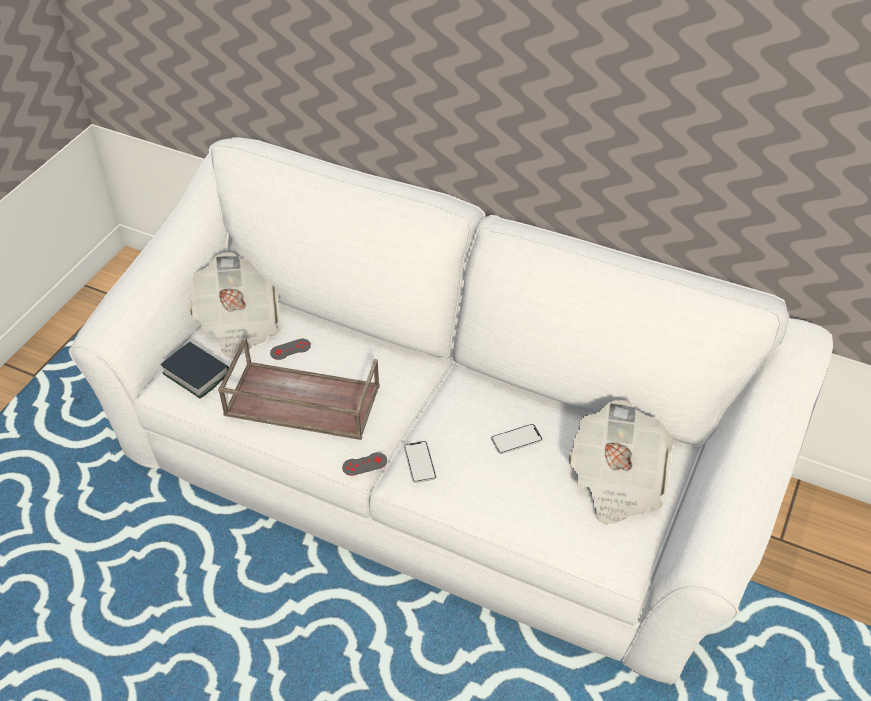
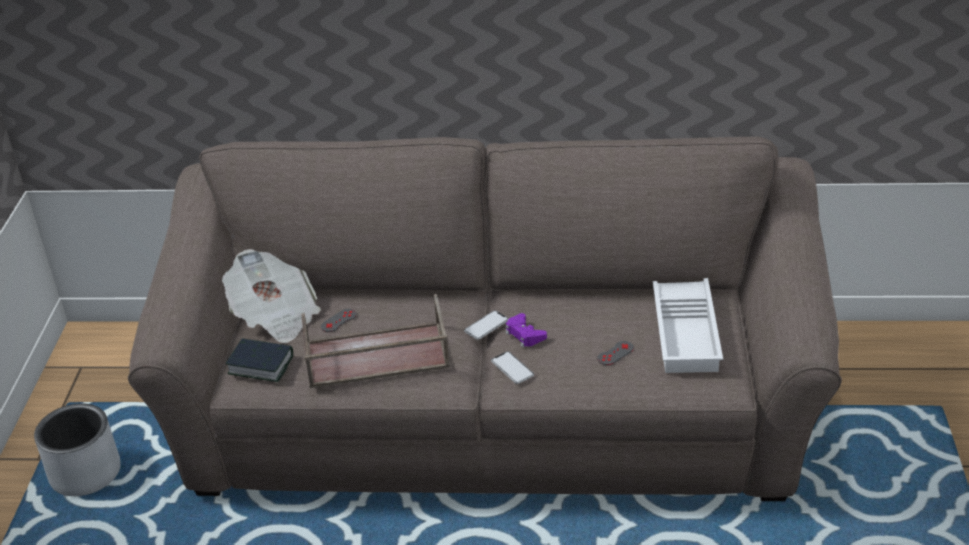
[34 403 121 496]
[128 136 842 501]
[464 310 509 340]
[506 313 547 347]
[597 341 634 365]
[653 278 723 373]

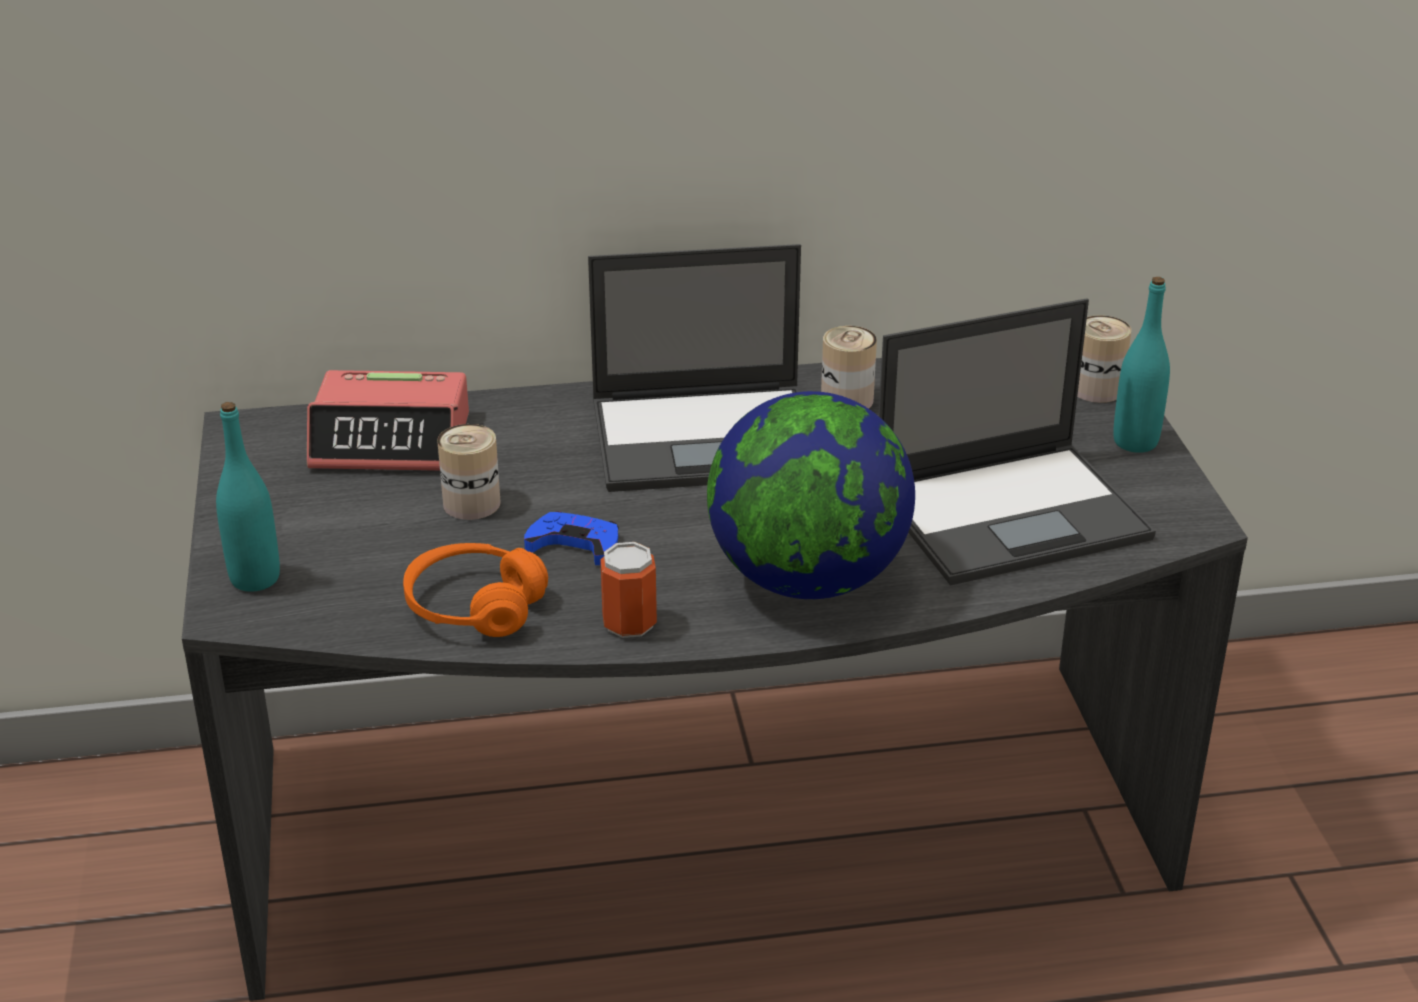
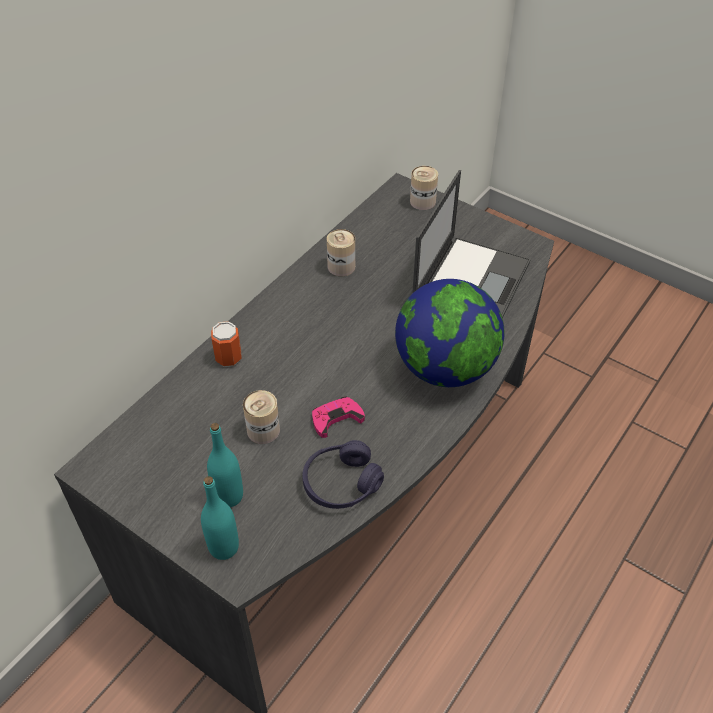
[207 423 243 507]
[211 321 242 367]
[302 440 384 509]
[312 396 365 438]
[307 370 469 471] (first image)
[588 244 801 492] (first image)

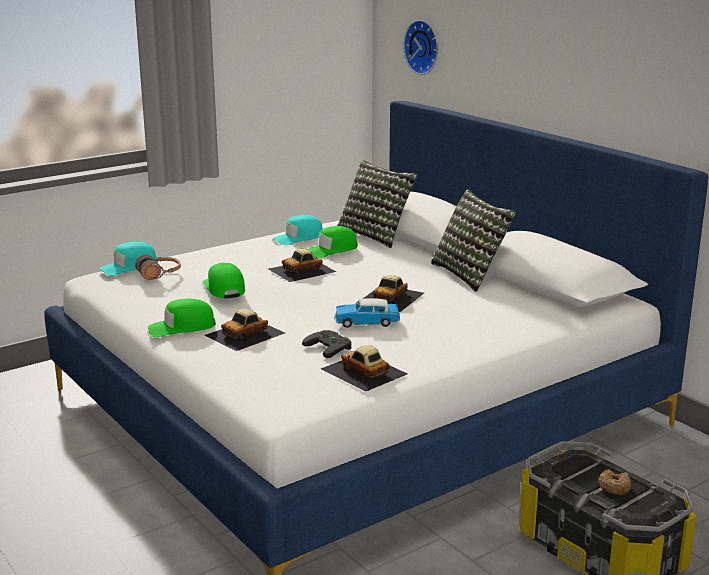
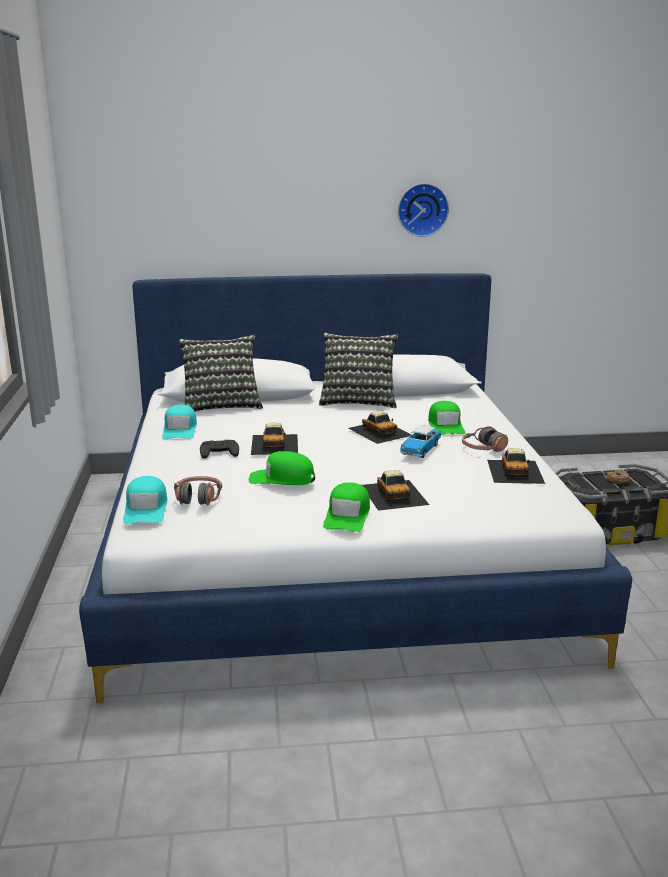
[200 440 239 459]
[398 183 449 237]
[428 401 466 435]
[462 426 508 452]
[487 448 545 484]

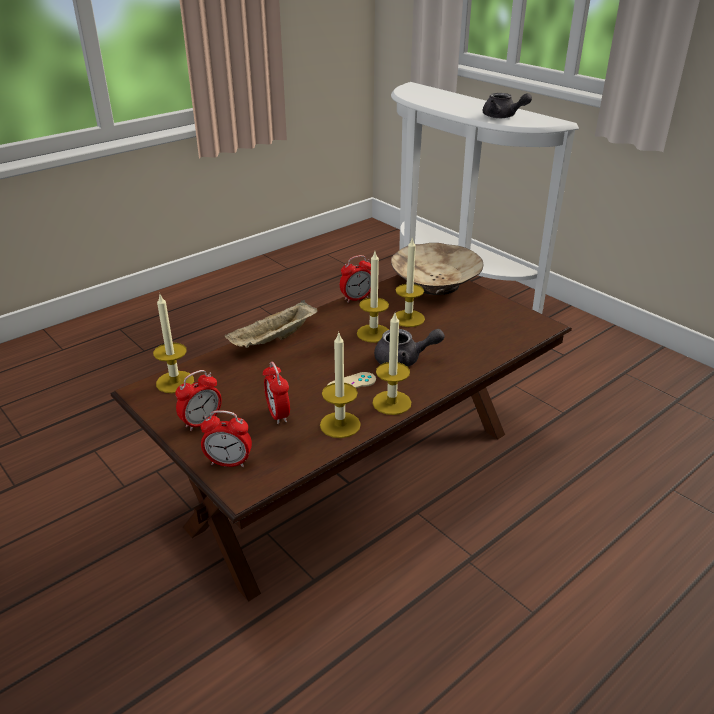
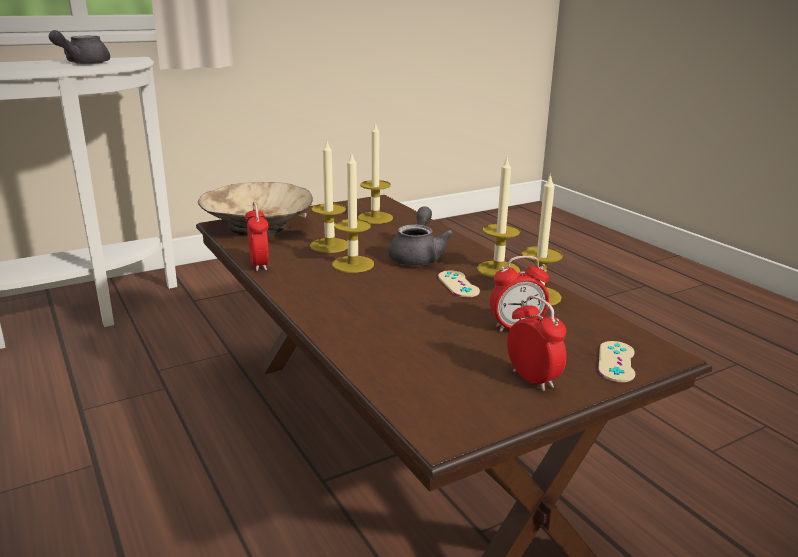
[49 30 110 64]
[358 122 393 224]
[598 341 635 382]
[225 300 317 348] (first image)

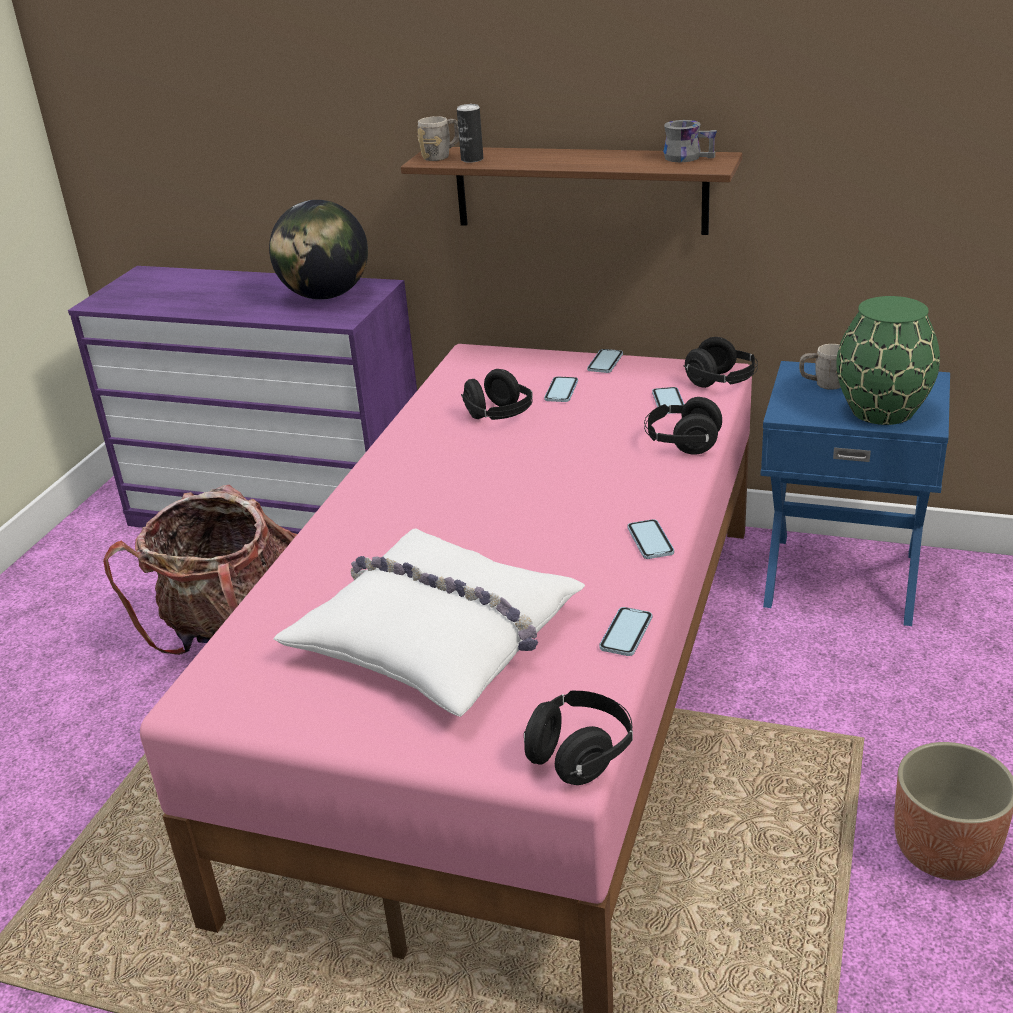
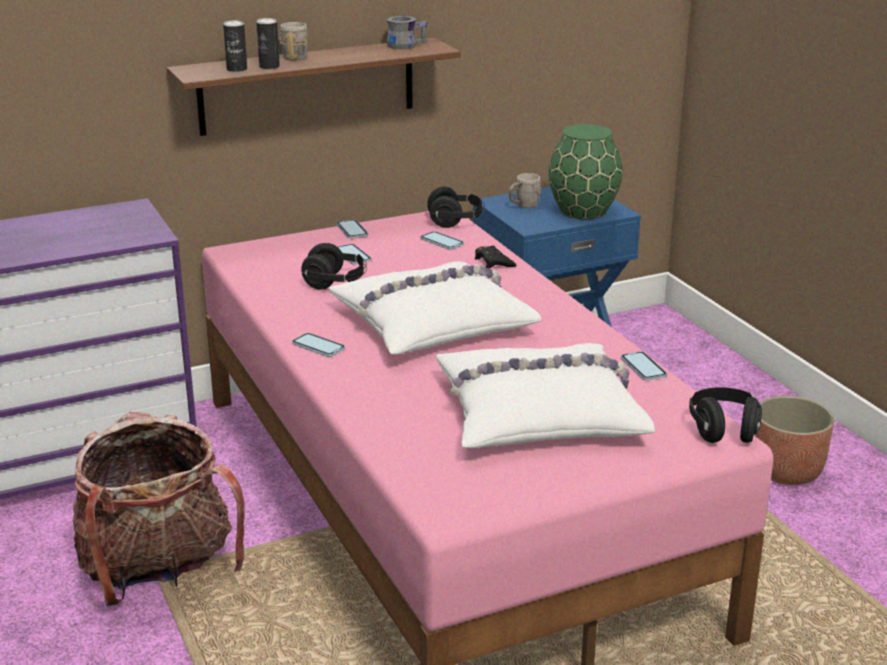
[256 18 280 69]
[279 22 308 61]
[292 333 345 357]
[328 261 542 355]
[475 245 517 268]
[269 200 368 300] (first image)

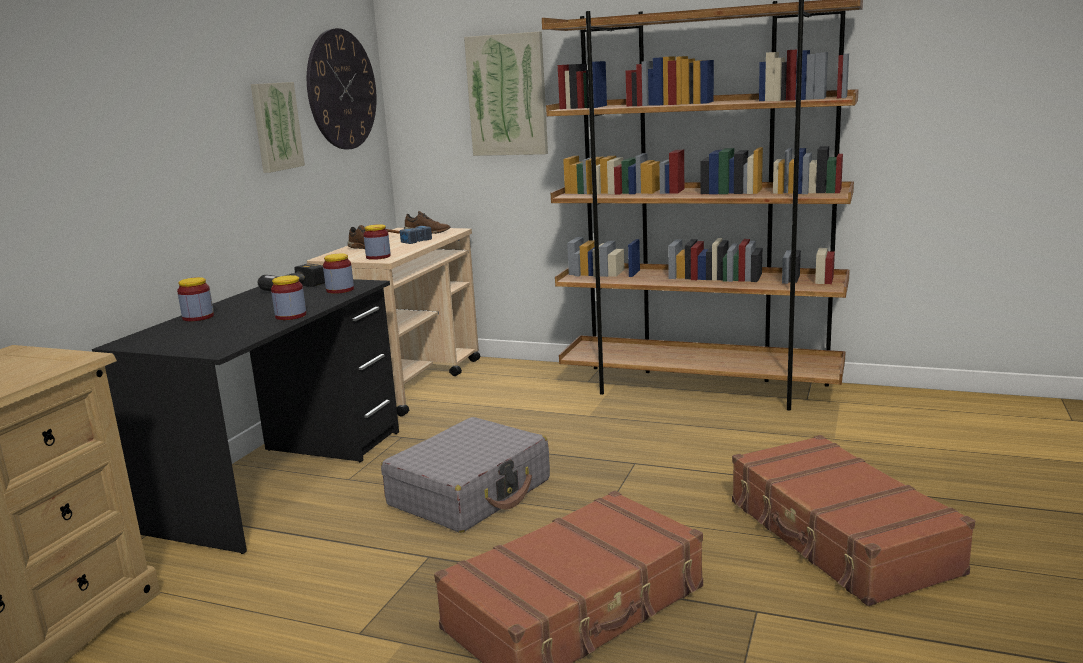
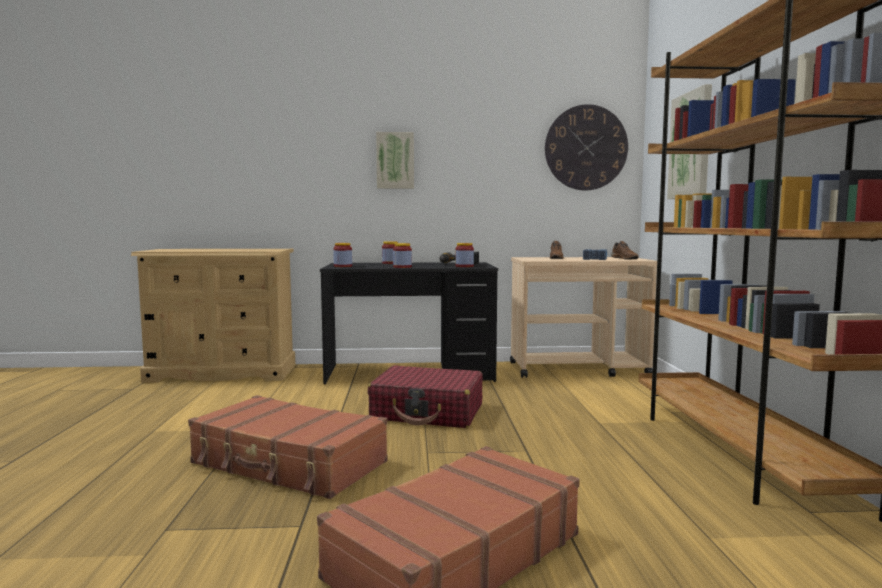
[333 243 352 267]
[368 365 483 428]
[376 132 414 189]

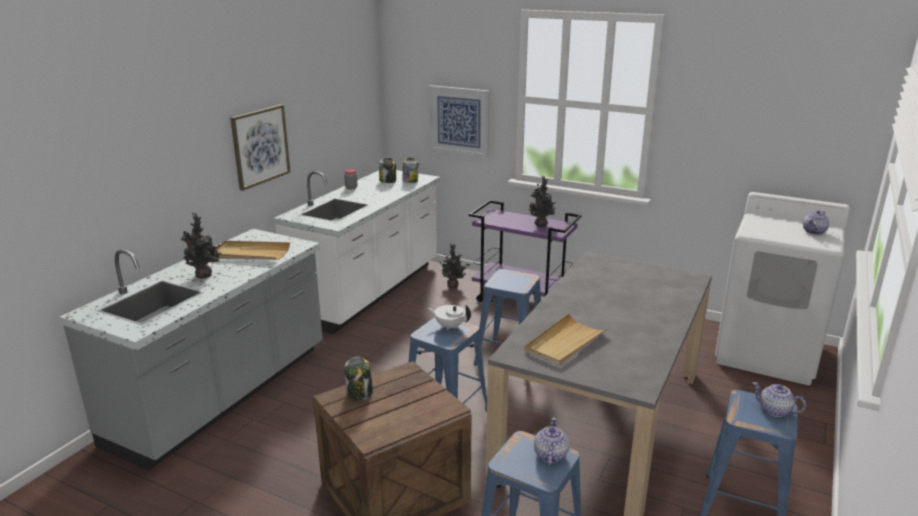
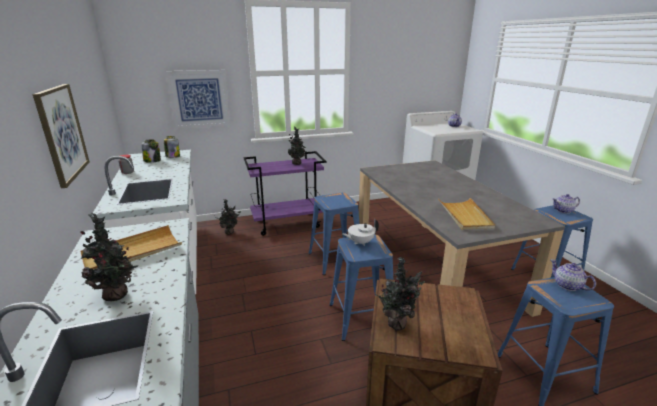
[375 257 425 331]

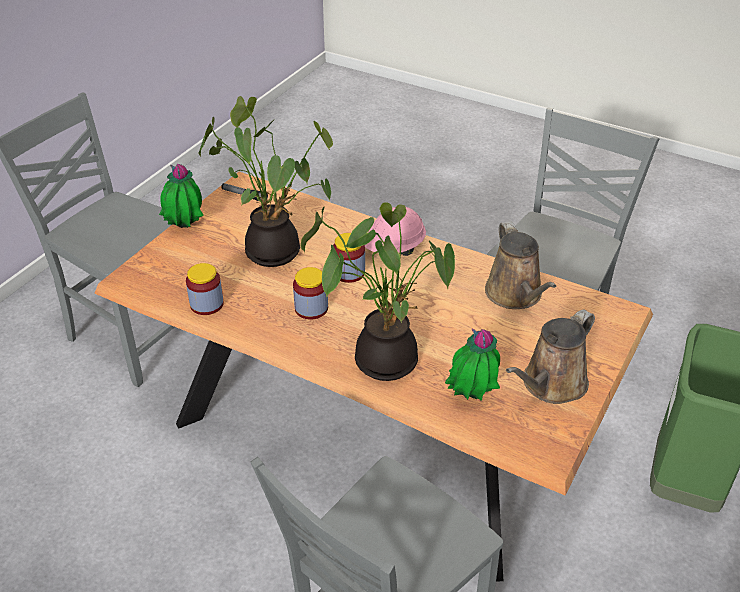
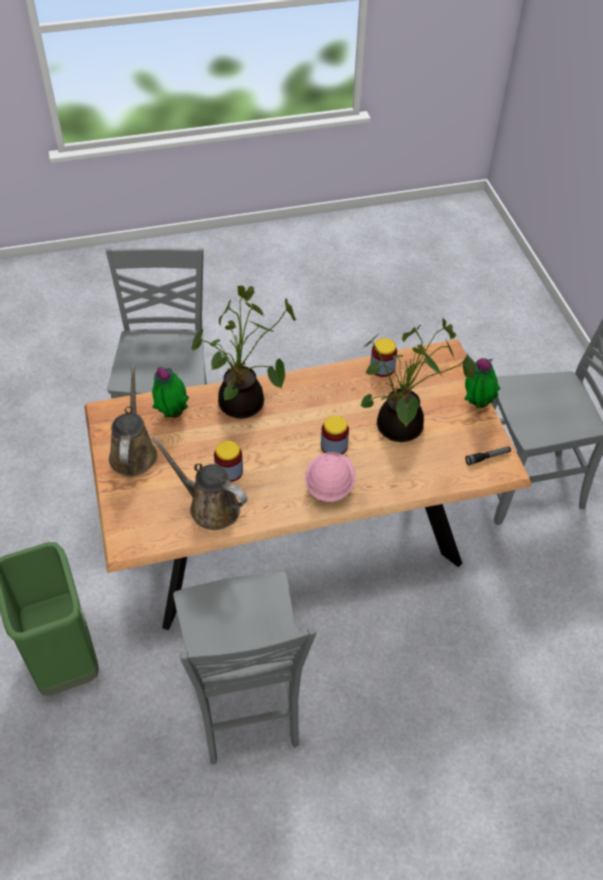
[214 441 243 482]

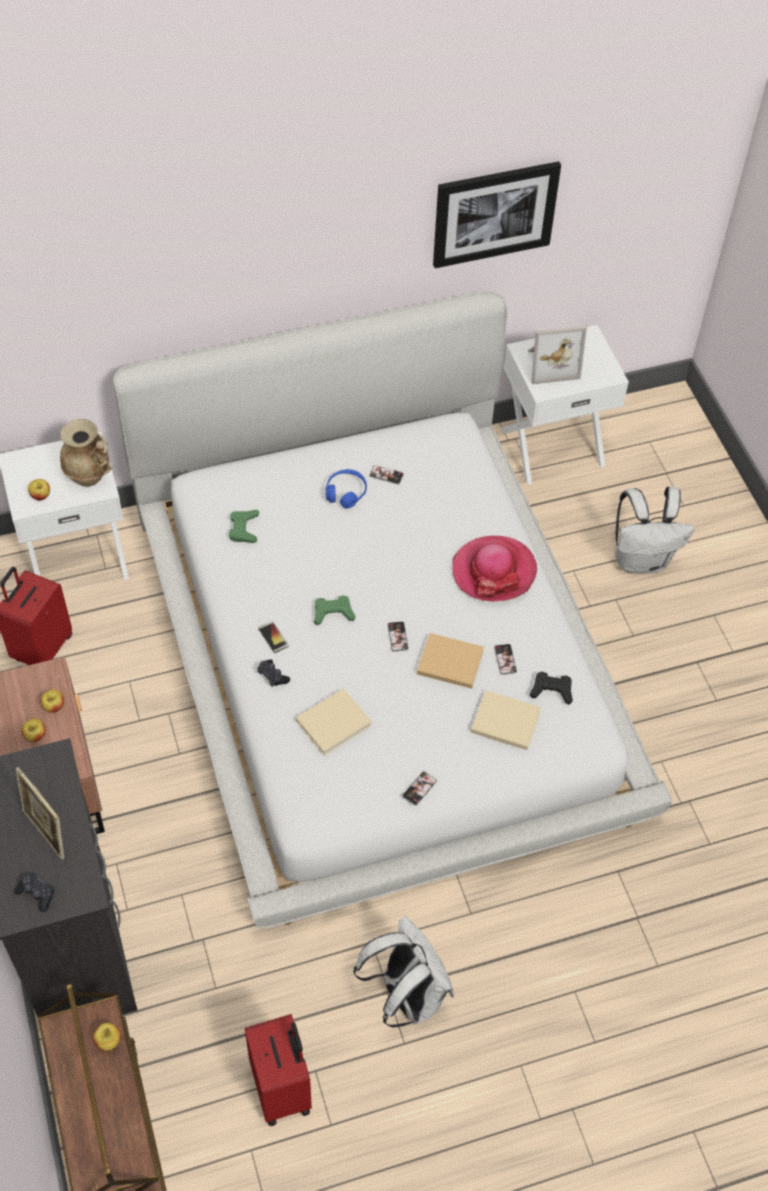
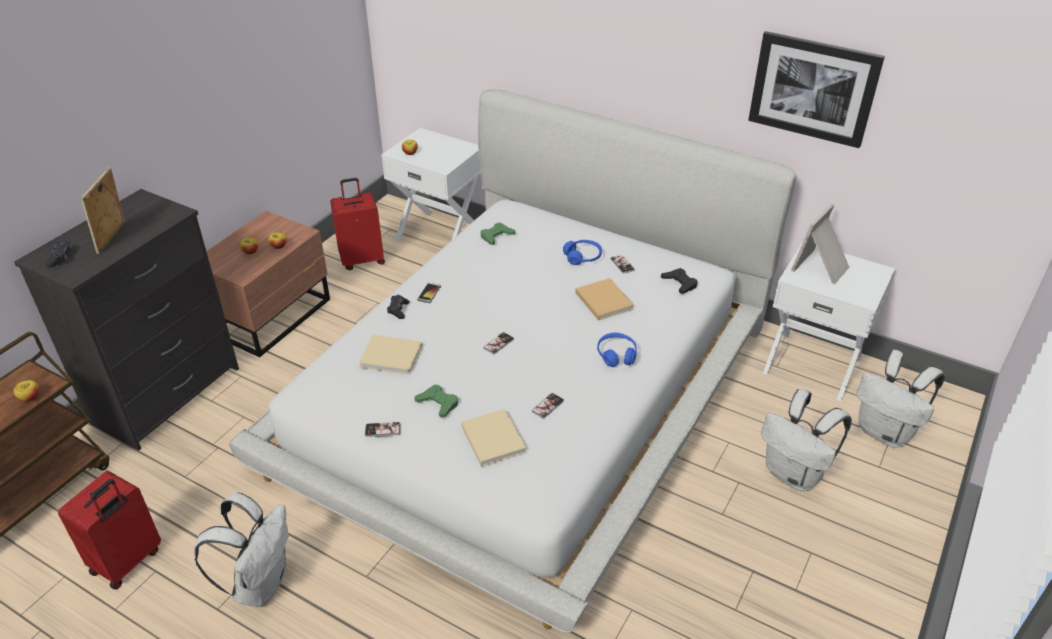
[415 384 458 418]
[575 278 634 320]
[597 333 637 367]
[661 268 698 294]
[791 203 849 284]
[857 350 945 448]
[60 419 113 486] (first image)

